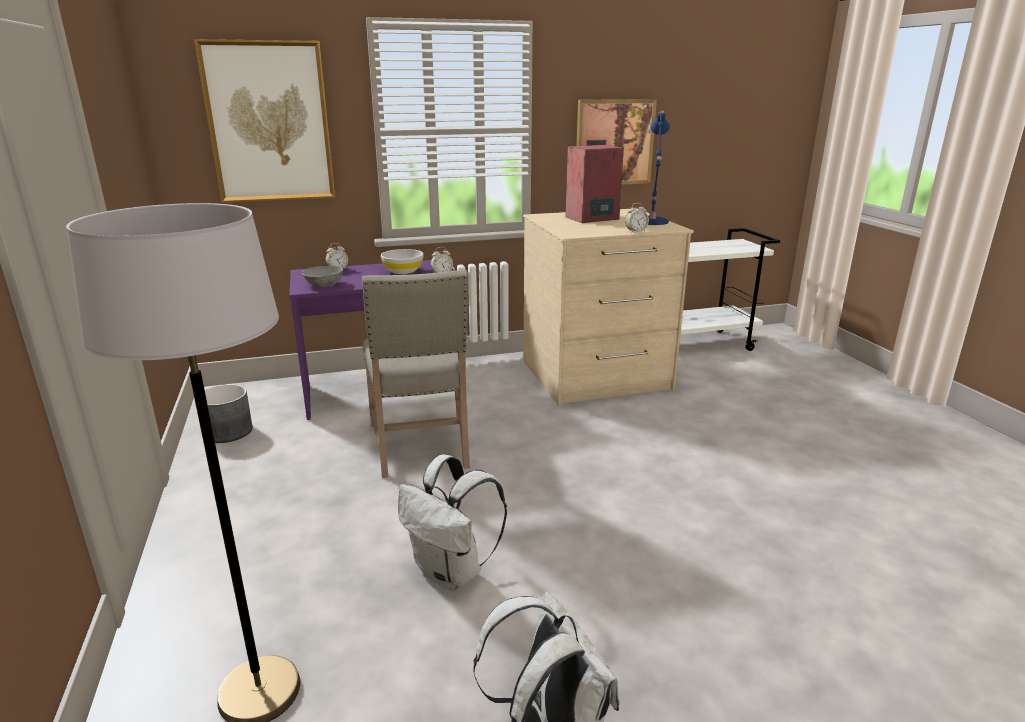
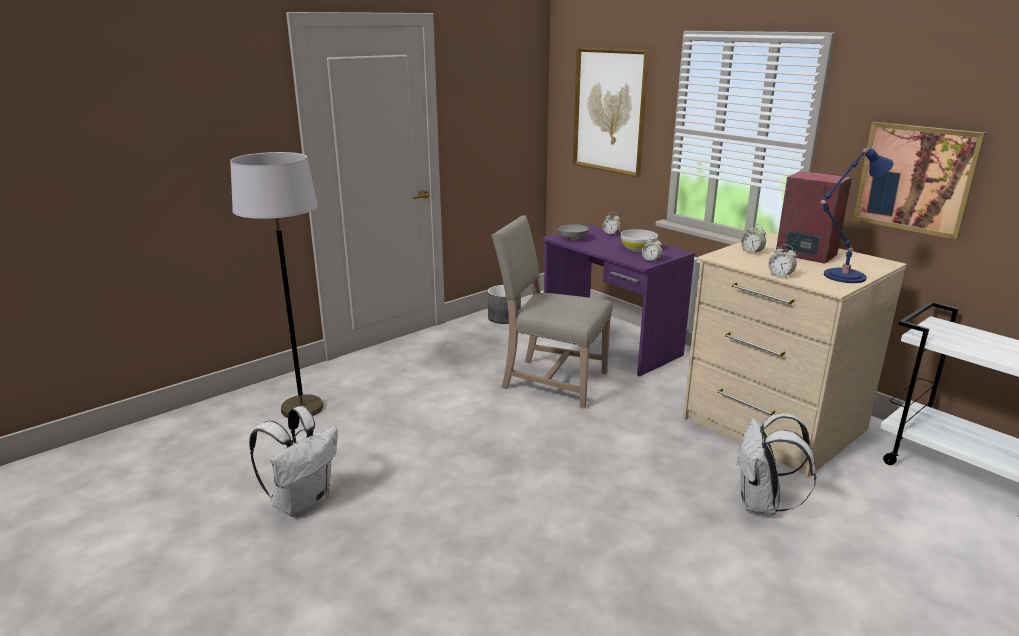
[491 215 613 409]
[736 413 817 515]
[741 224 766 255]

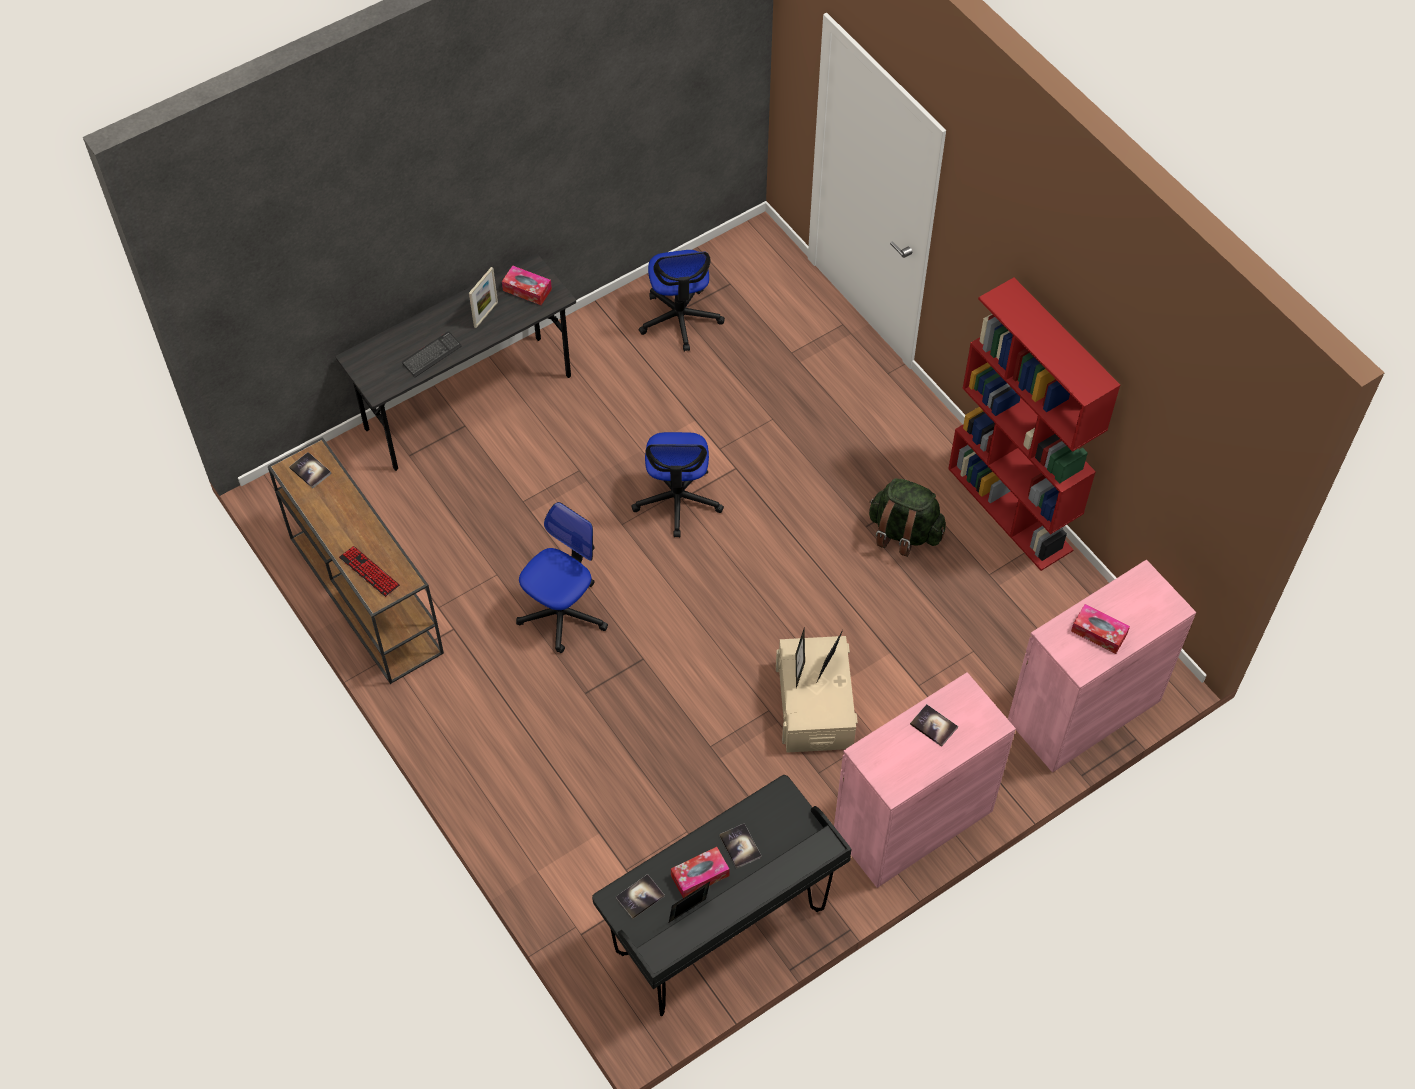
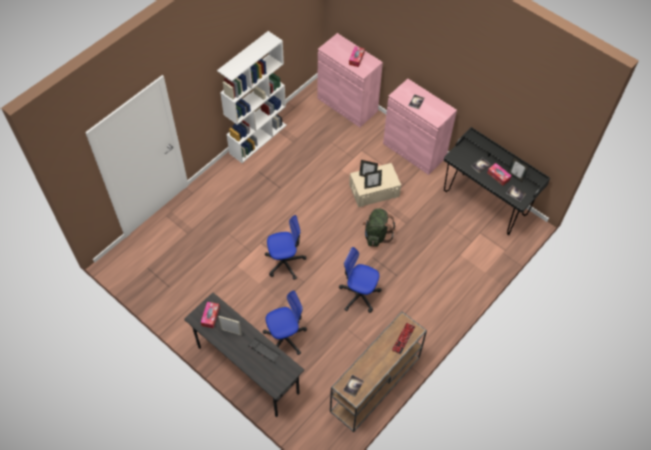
[217 31 287 163]
[263 291 307 355]
[363 209 395 247]

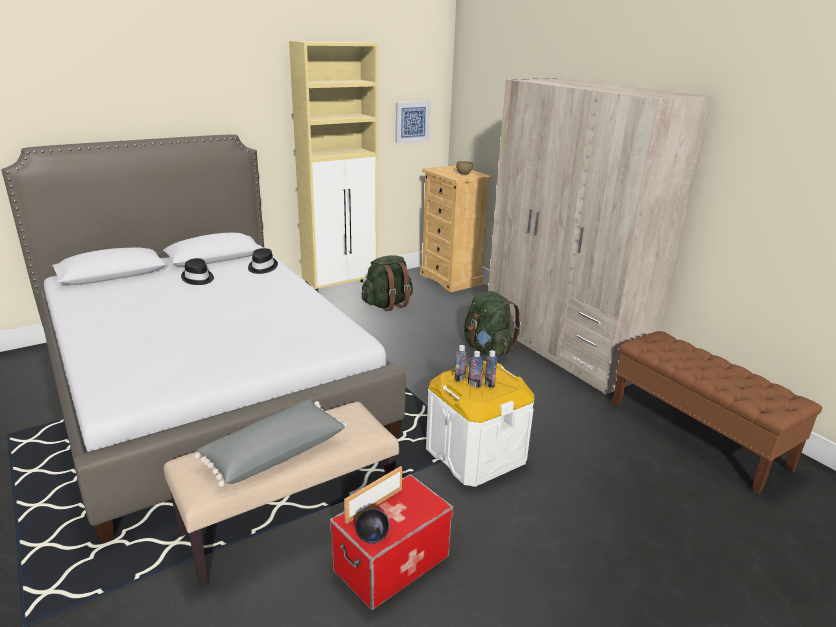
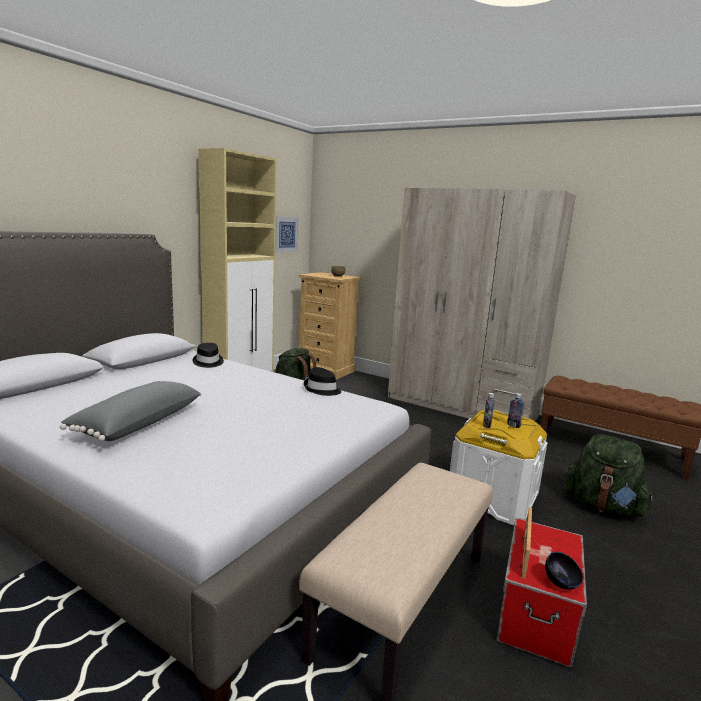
[60 381 201 441]
[304 367 341 396]
[564 434 654 517]
[468 351 484 388] (first image)

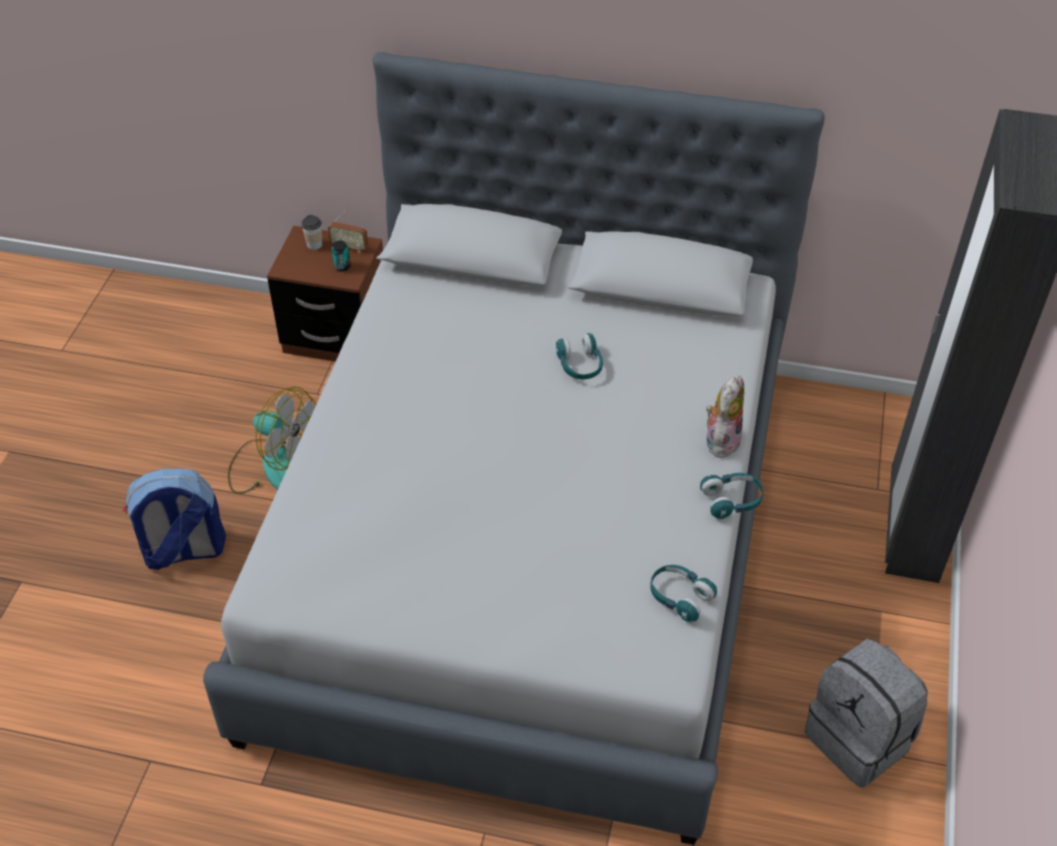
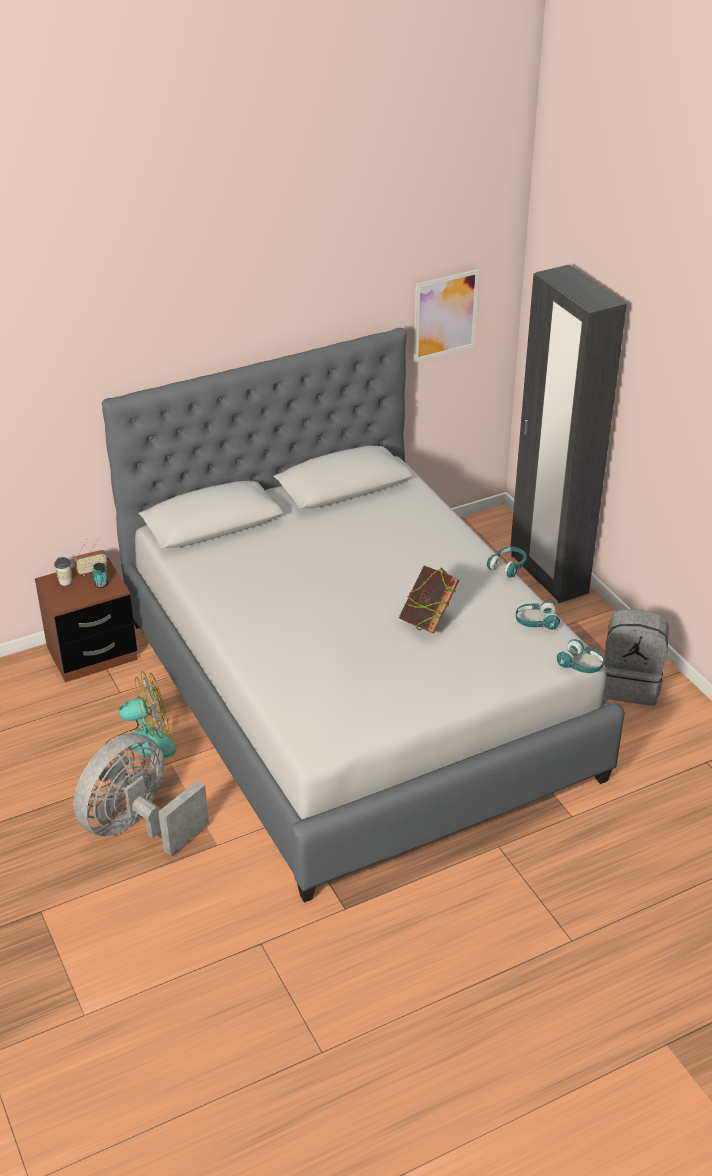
[73 733 209 856]
[399 566 459 634]
[414 269 479 362]
[557 639 604 673]
[705 376 744 458] (first image)

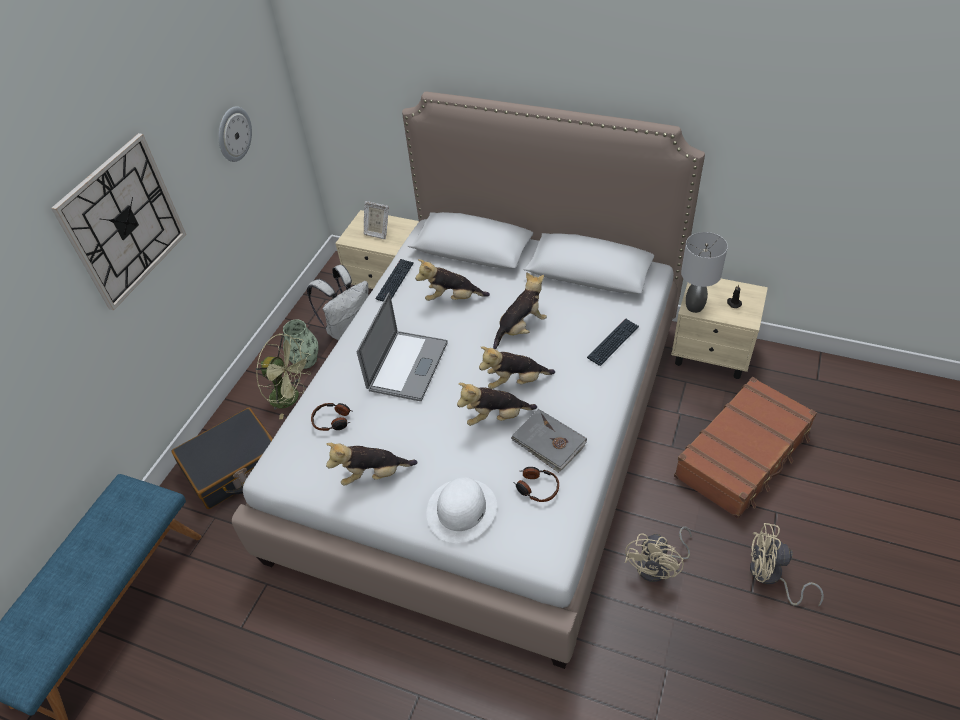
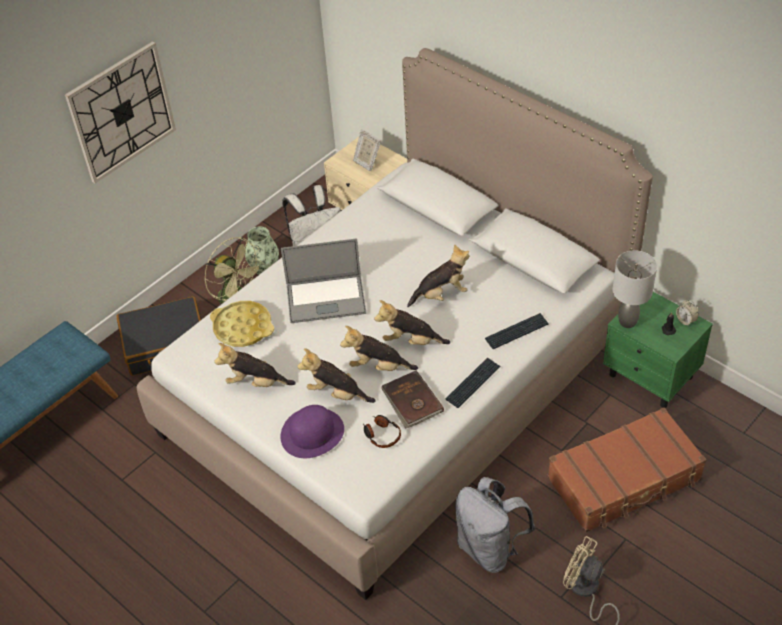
[210 301 274 347]
[281 238 366 323]
[281 405 344 458]
[297 348 376 403]
[381 370 444 428]
[446 357 500 408]
[455 477 535 573]
[603 292 713 408]
[676 300 699 327]
[218 106 252 162] (first image)

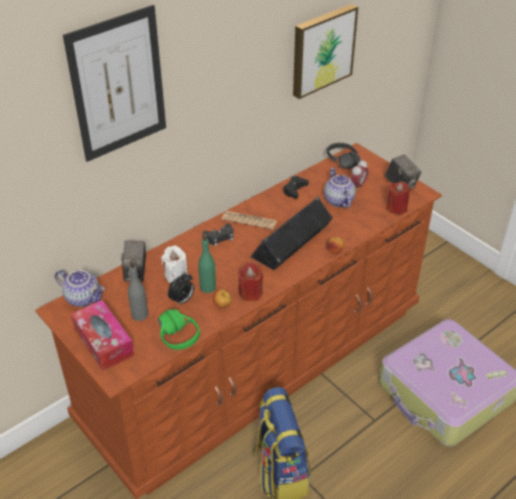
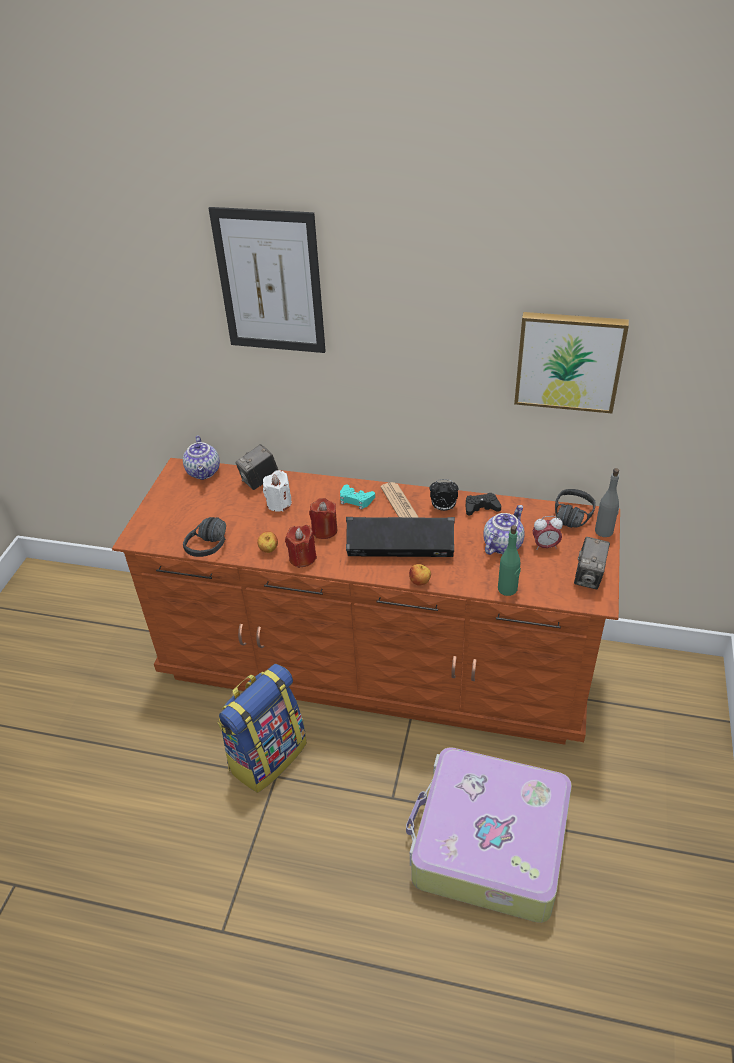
[183 517 226 557]
[309 498 337 539]
[340 485 375 509]
[430 479 458 511]
[498 525 521 596]
[595 468 619 537]
[71 300 134 371] (first image)

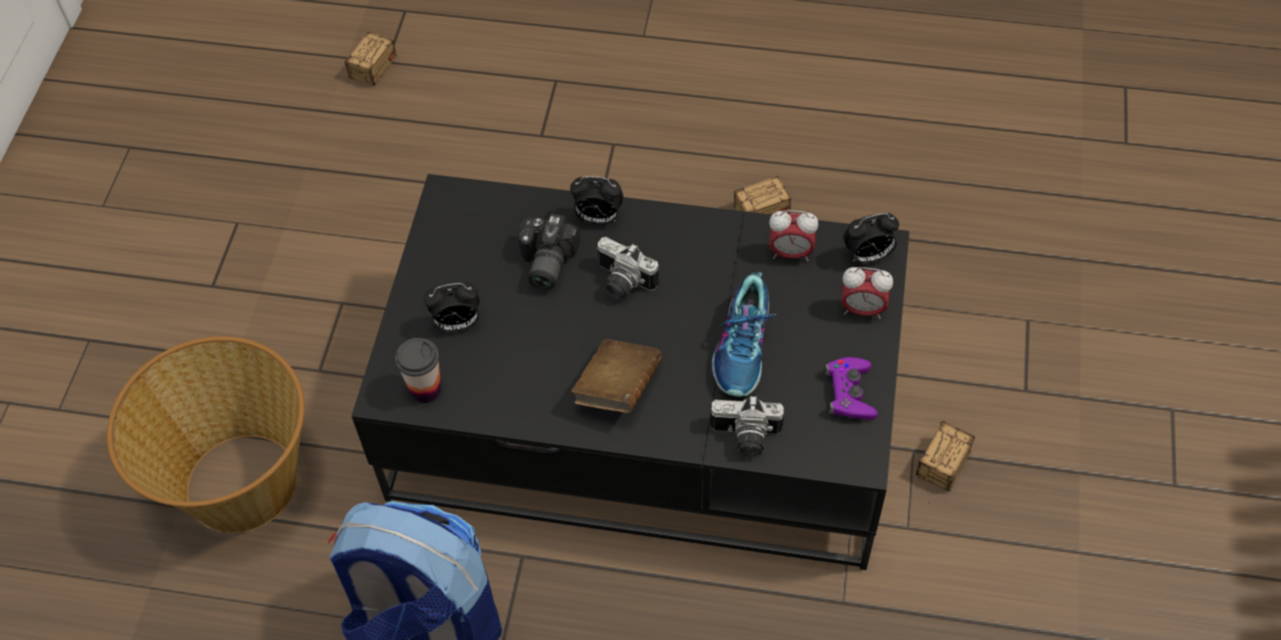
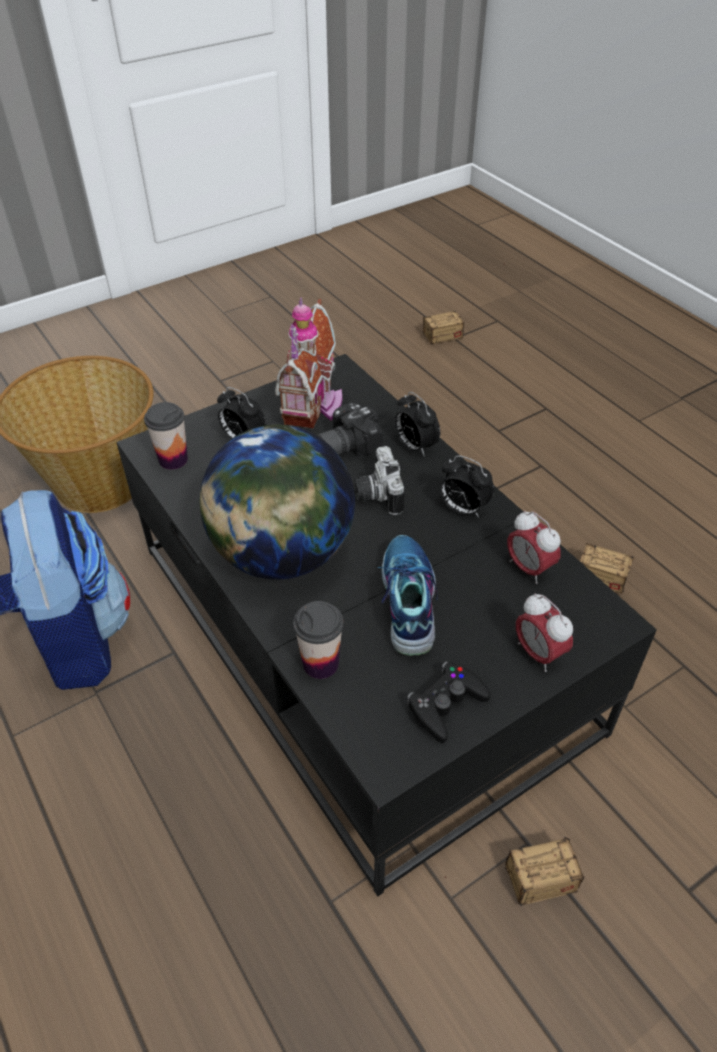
[200 425 355 579]
[275 298 342 428]
[293 601 344 679]
[378 535 438 656]
[407 662 490 743]
[440 455 494 518]

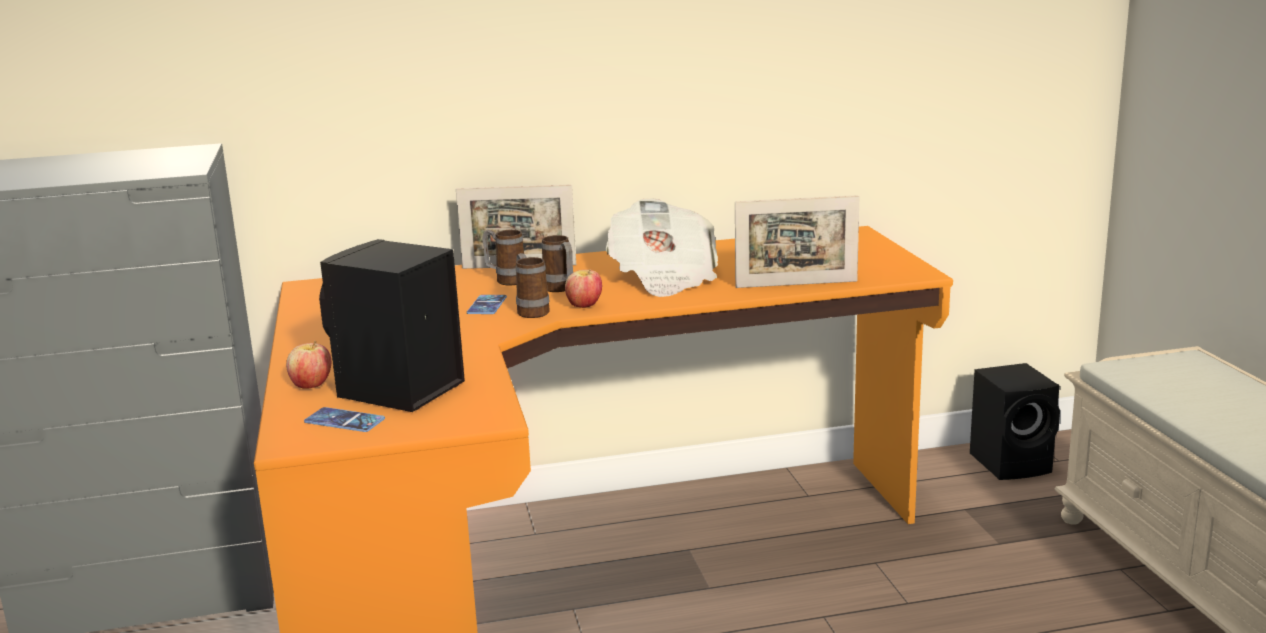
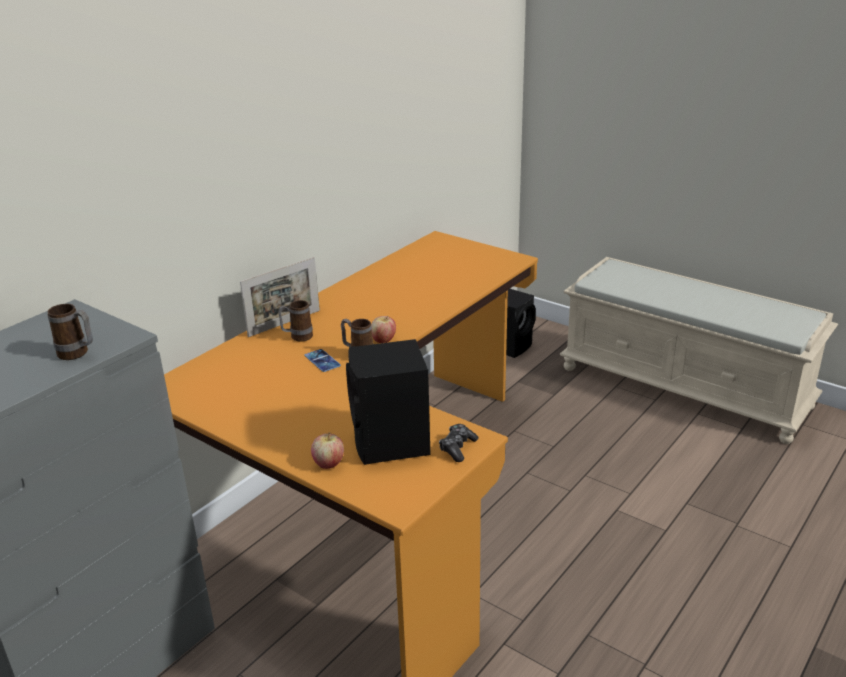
[48 304 93 360]
[439 424 478 462]
[304 407 385 432] (first image)
[605 198 718 297] (first image)
[735 195 859 288] (first image)

